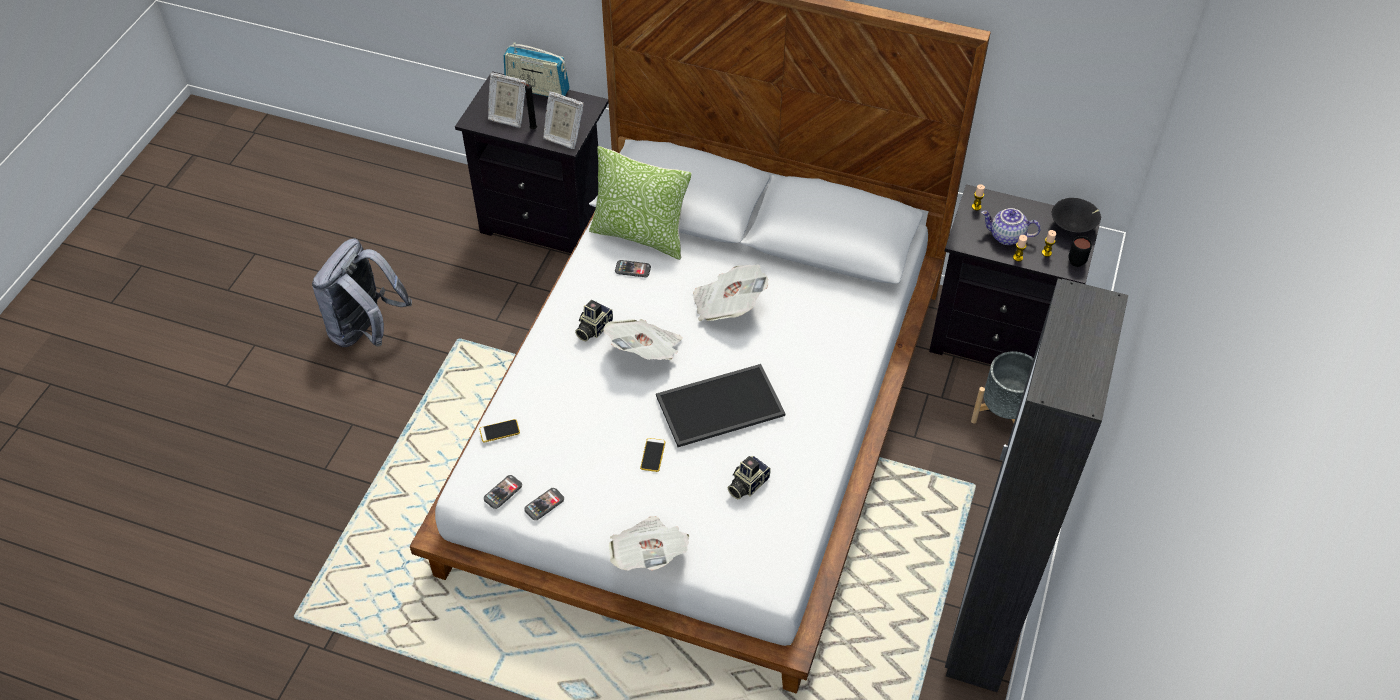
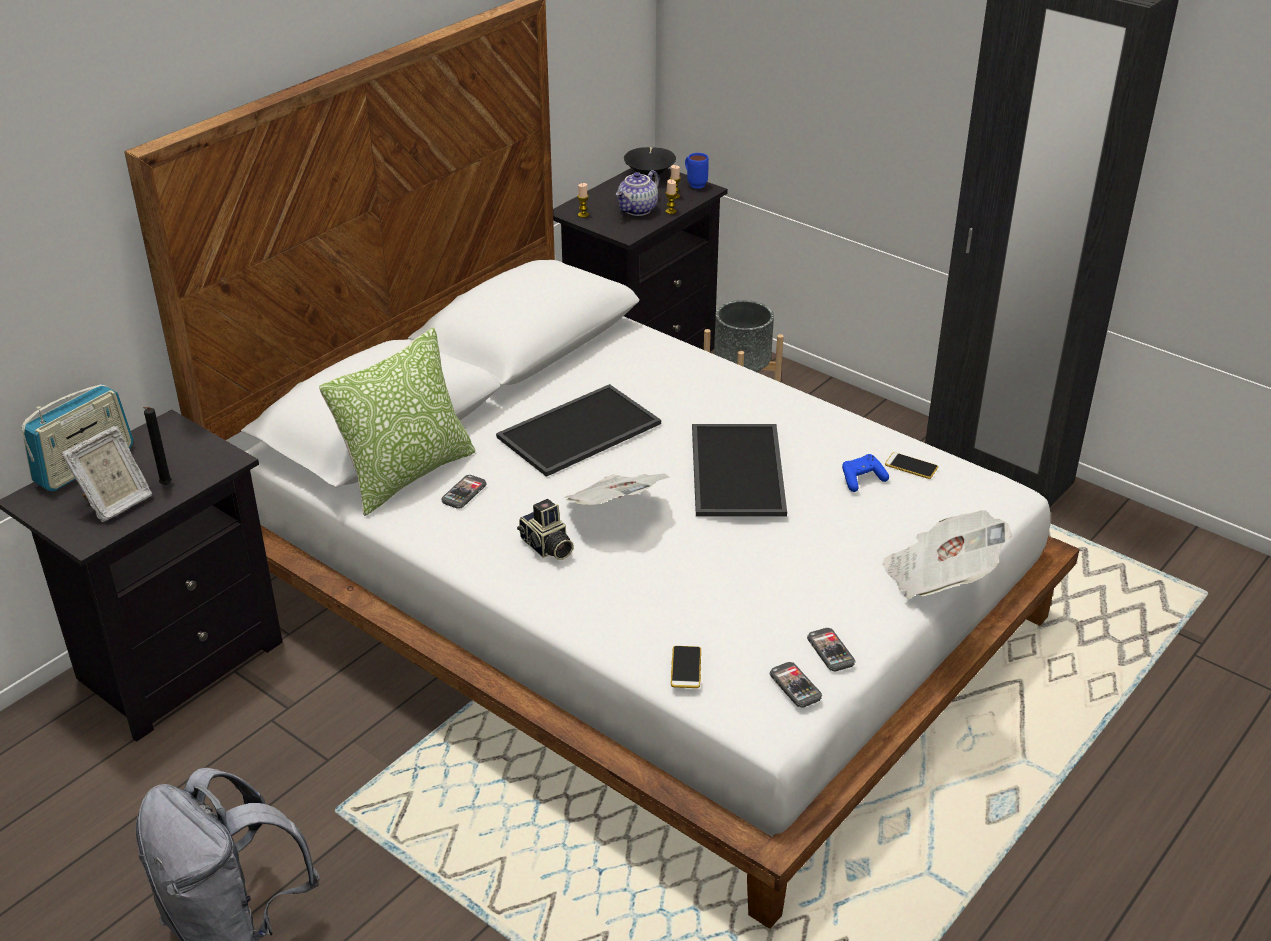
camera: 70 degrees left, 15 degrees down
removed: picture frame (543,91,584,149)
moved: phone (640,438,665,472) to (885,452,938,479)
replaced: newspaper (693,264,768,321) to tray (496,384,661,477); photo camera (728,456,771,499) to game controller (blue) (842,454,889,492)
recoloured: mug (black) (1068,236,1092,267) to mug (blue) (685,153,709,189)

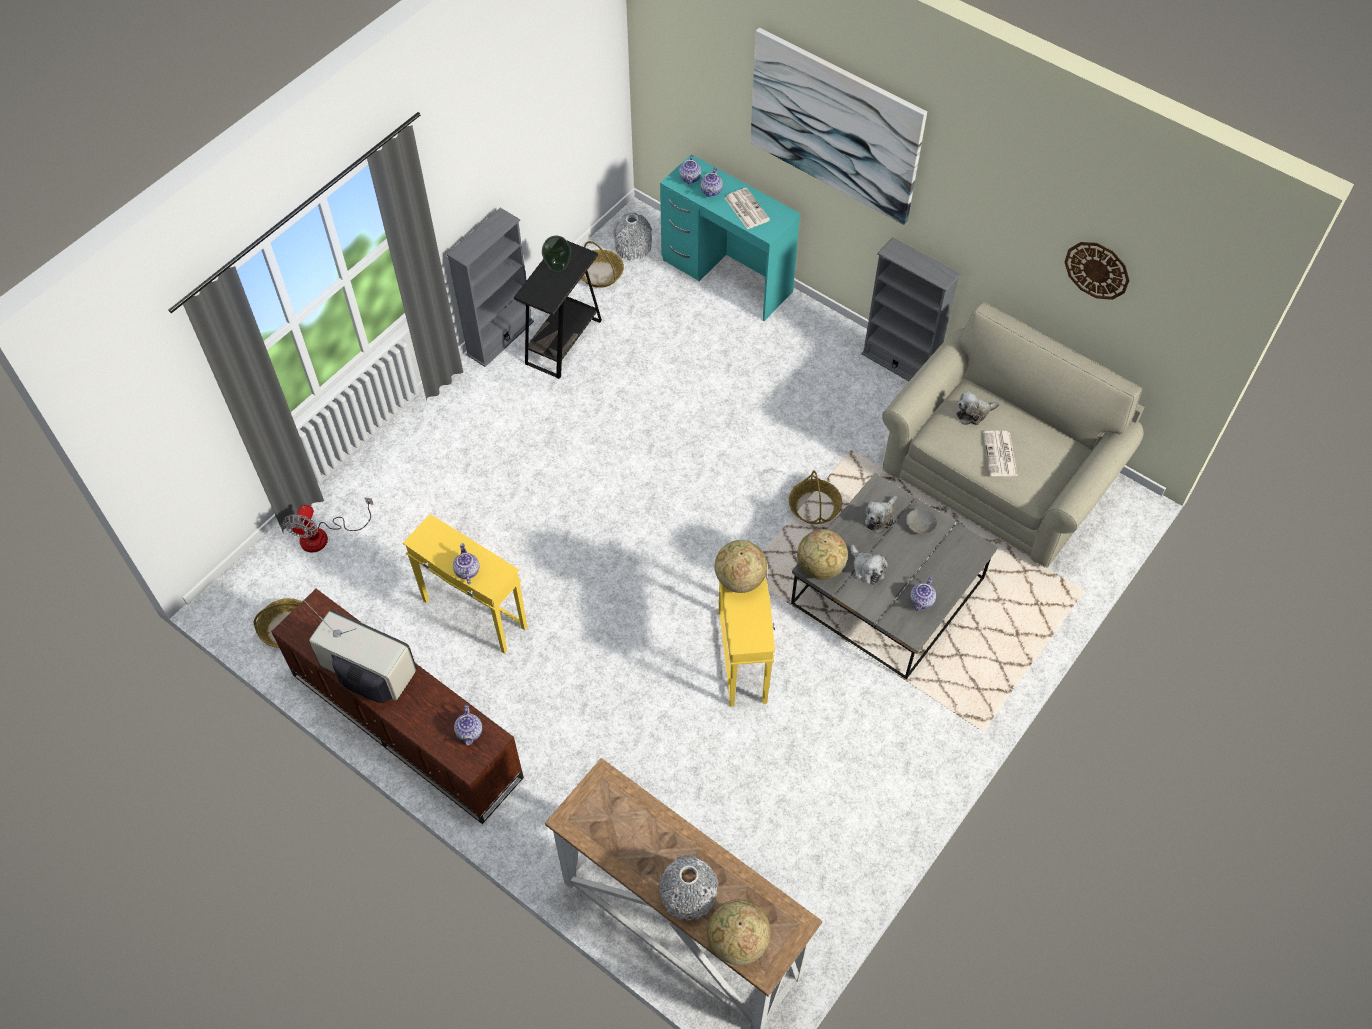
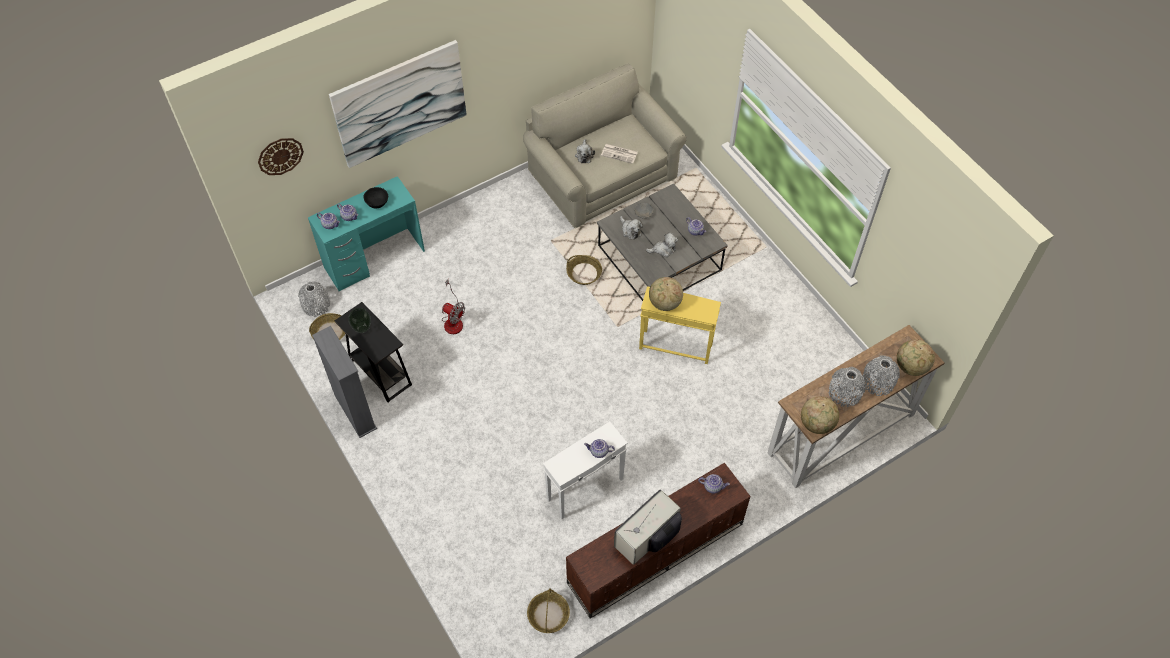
camera: 70 degrees left, 0 degrees up
removed: bookcase (grey) (861,237,961,381)
added: vase (grey) (829,367,866,407)
moved: wall clock (1065,242,1130,300) to (258,138,304,175); fan (283,498,374,552) to (442,279,465,334); globe (797,529,848,580) to (801,396,839,434)
replaced: newspaper (725,188,770,229) to bowl (black) (363,187,388,208)
recoloured: side table (yellow) (403,514,527,654) to side table (white) (543,421,627,519)

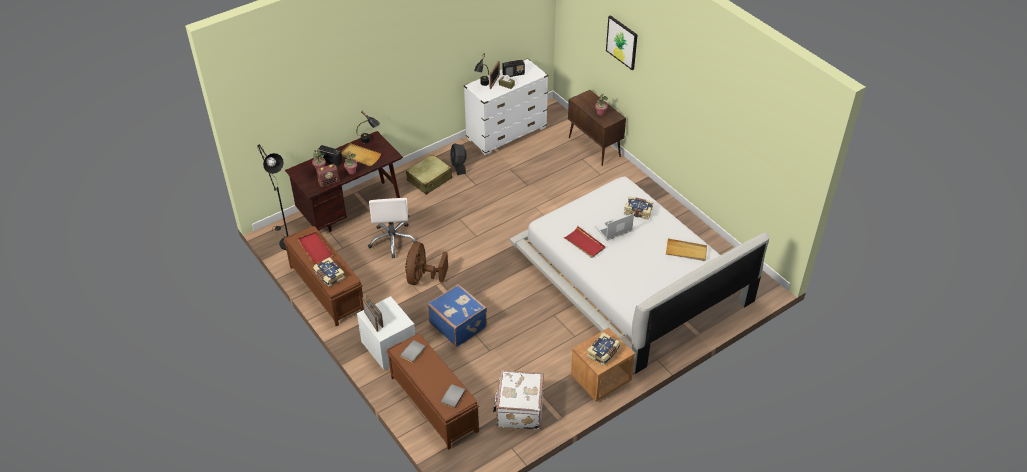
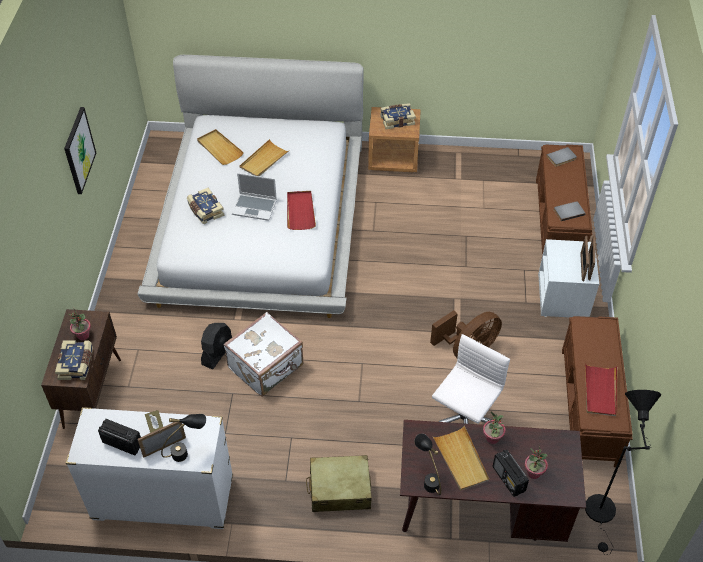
camera: 140 degrees left, 5 degrees up
removed: radio (316,164,339,187); suitcase (blue) (428,284,487,347)
added: tray (beige) (240,139,290,176)
moved: picture (606,15,637,70) to (64,107,96,194); fan (black) (450,143,467,175) to (201,323,232,369); book (313,257,345,287) to (55,340,93,380); suitcase (white) (493,370,544,430) to (223,312,304,397)

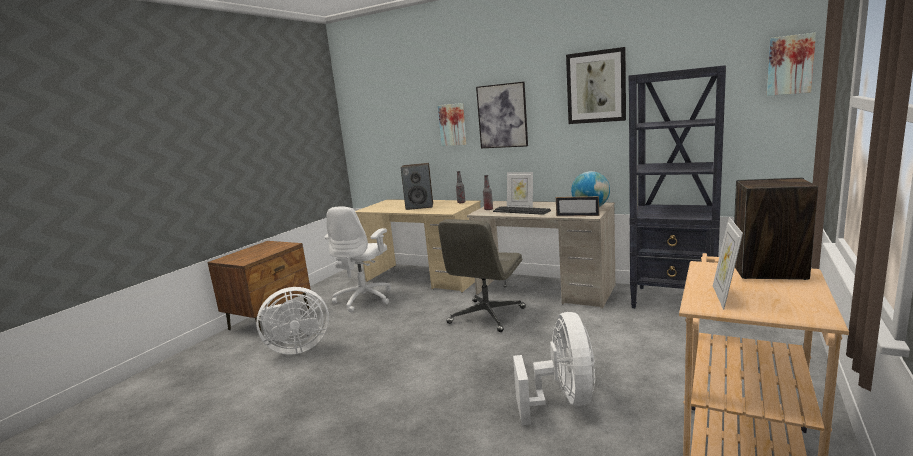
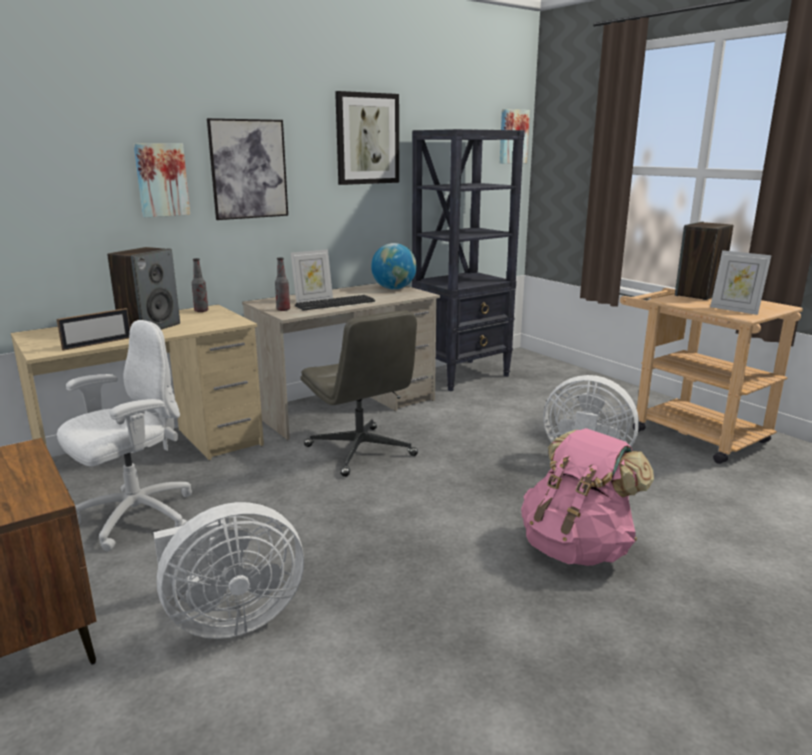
camera: 65 degrees left, 5 degrees up
added: backpack (pink) (521,428,654,566)
moved: picture frame (556,196,599,216) to (57,308,130,351)
turned: office chair (white) (324,206,391,312) = (57,320,192,551) 90 degrees counterclockwise; fan (white) (256,287,329,354) = (153,502,304,639) 60 degrees clockwise

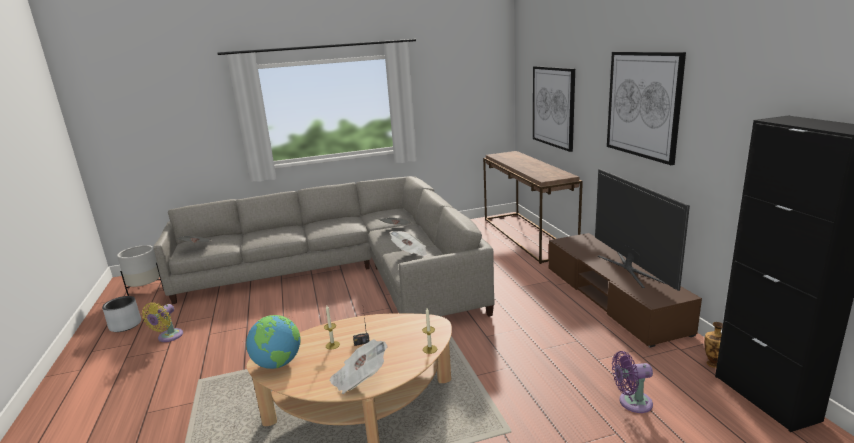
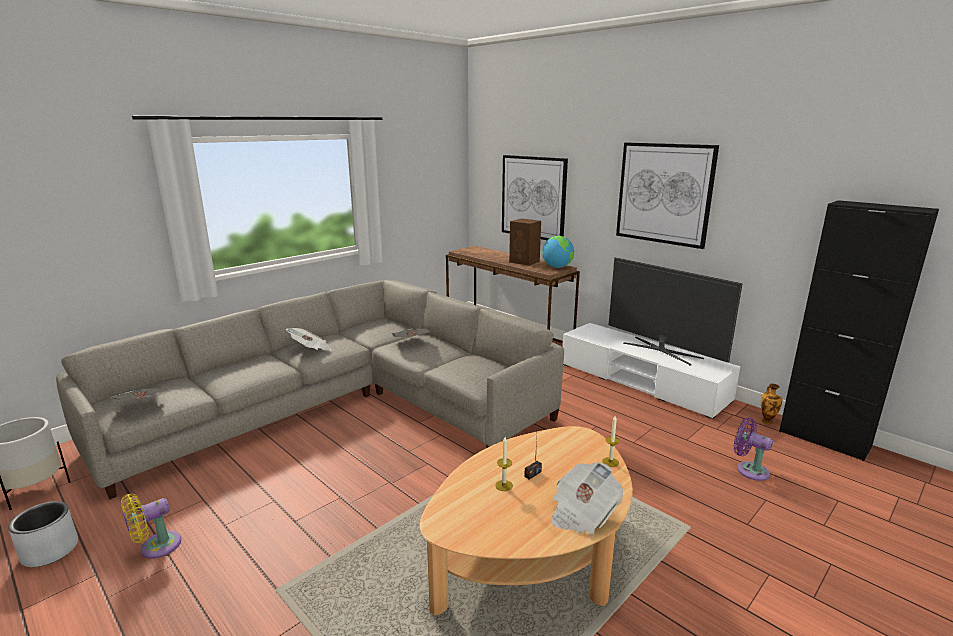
camera: 30 degrees left, 0 degrees up
added: speaker (brown) (509,218,541,266)
moved: newspaper (390,231,427,256) to (286,328,331,351); globe (246,315,301,369) to (542,236,574,268)
recoloured: tv stand (brown) (549,233,702,348) to tv stand (white) (562,323,741,419)
turned: fan (yellow) (142,302,183,342) = (121,493,181,559) 60 degrees clockwise; fan (purple) (612,351,653,413) = (734,418,773,481) 75 degrees clockwise

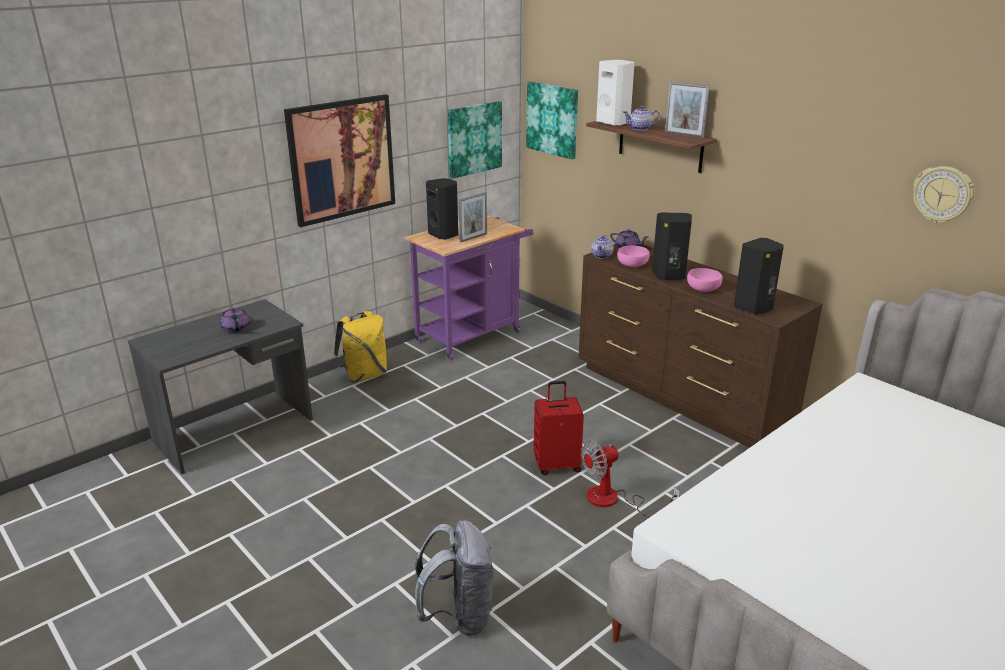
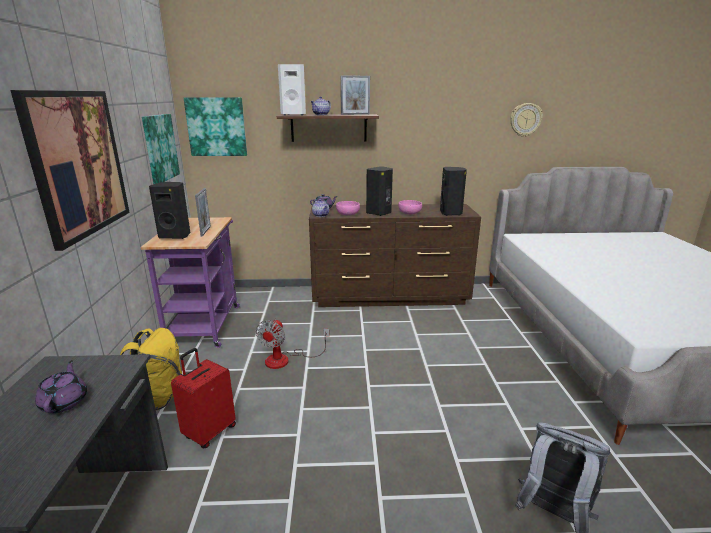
camera: 50 degrees left, 5 degrees down
moved: suitcase (red) (534,381,584,475) to (171,348,236,448); fan (581,440,680,518) to (256,319,329,369)
turned: teapot (purple) (220,307,250,333) = (35,360,87,413) 120 degrees counterclockwise

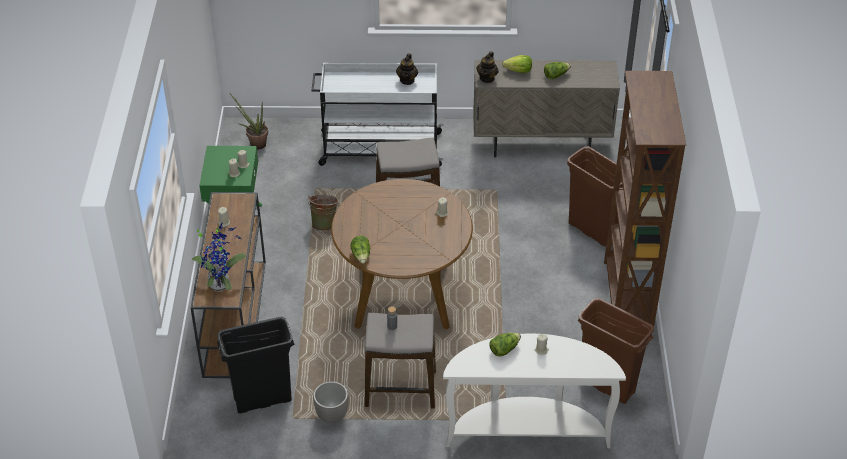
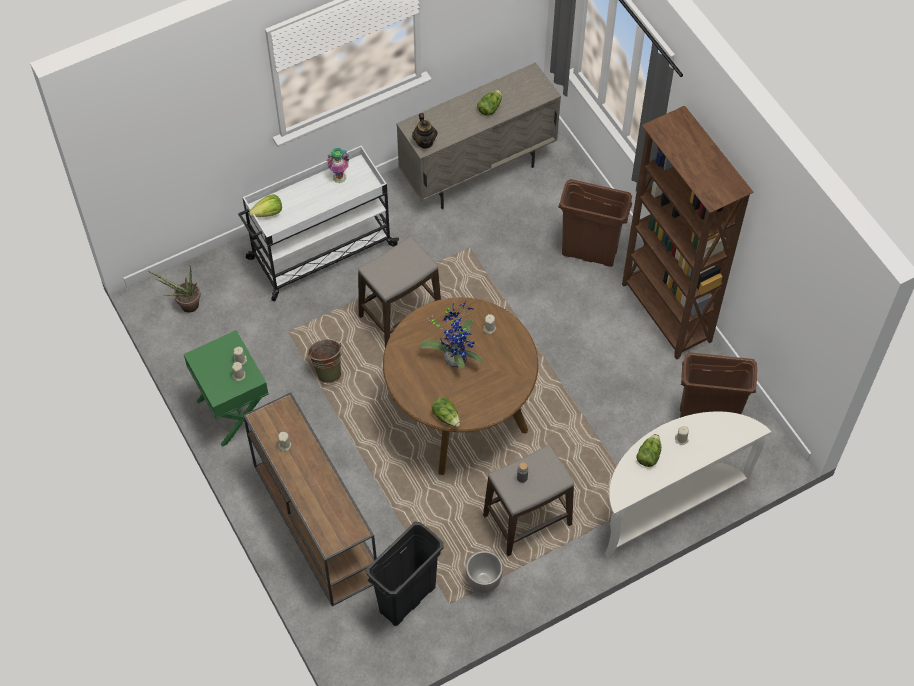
camera: 30 degrees left, 15 degrees up
moved: lettuce (502,55,532,73) to (249,195,282,217); potted plant (192,223,246,292) to (419,301,483,368)
replaced: teapot (396,53,418,85) to vase (327,148,349,183)

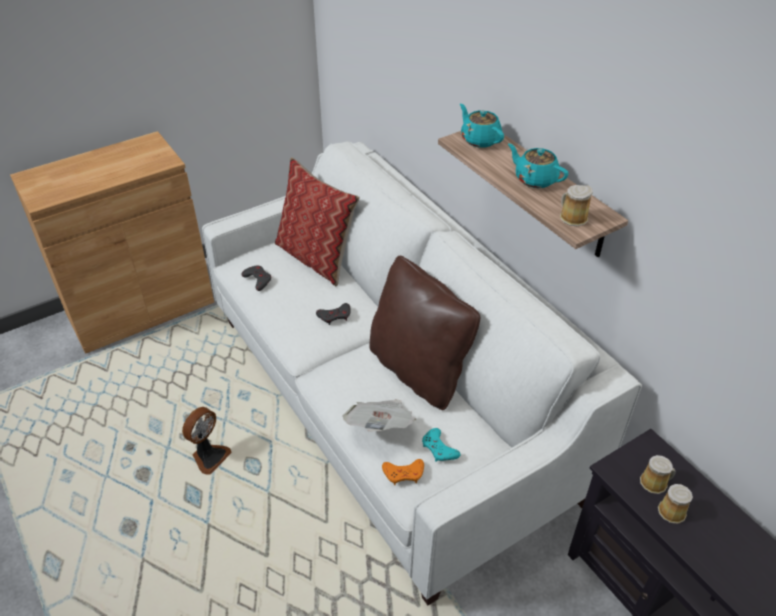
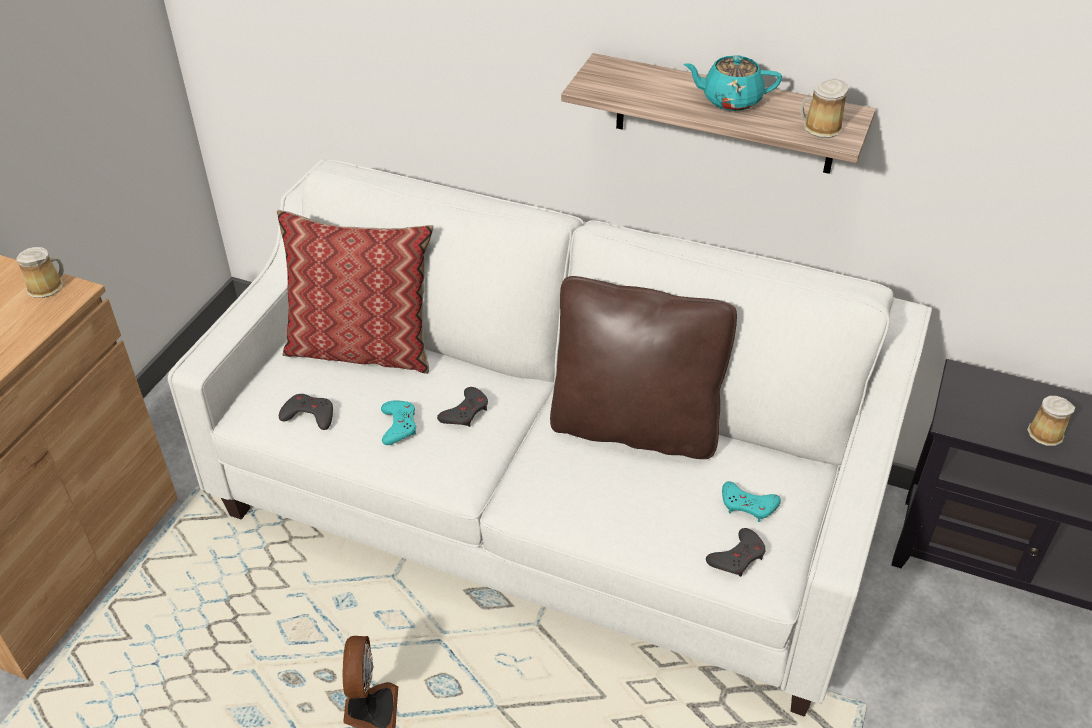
camera: 35 degrees left, 0 degrees up
removed: teapot (turquoise) (460,104,504,148); newspaper (342,399,416,431)
added: game controller (turquoise) (381,400,416,445)
moved: mug (640,455,676,494) to (17,247,64,298)
recoloured: game controller (orange) (382,459,424,485) to game controller (grey) (706,528,766,577)

